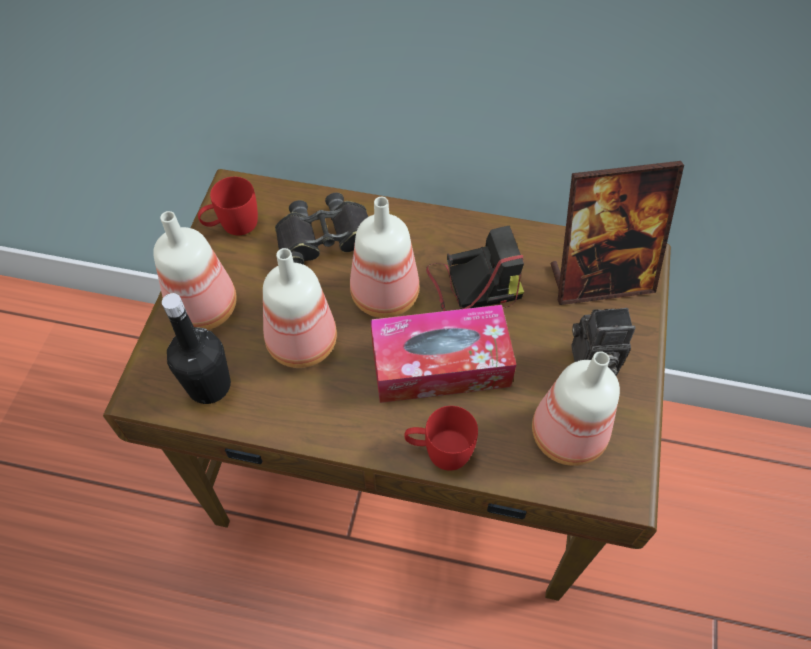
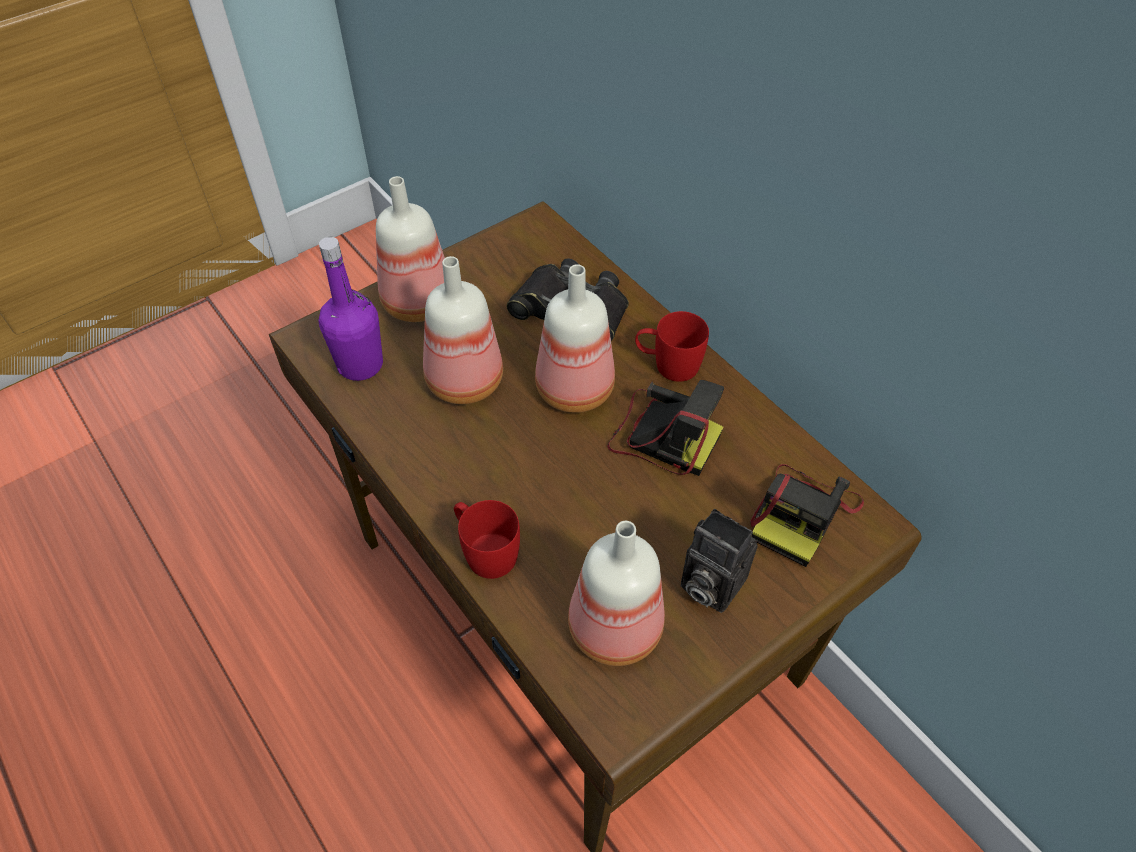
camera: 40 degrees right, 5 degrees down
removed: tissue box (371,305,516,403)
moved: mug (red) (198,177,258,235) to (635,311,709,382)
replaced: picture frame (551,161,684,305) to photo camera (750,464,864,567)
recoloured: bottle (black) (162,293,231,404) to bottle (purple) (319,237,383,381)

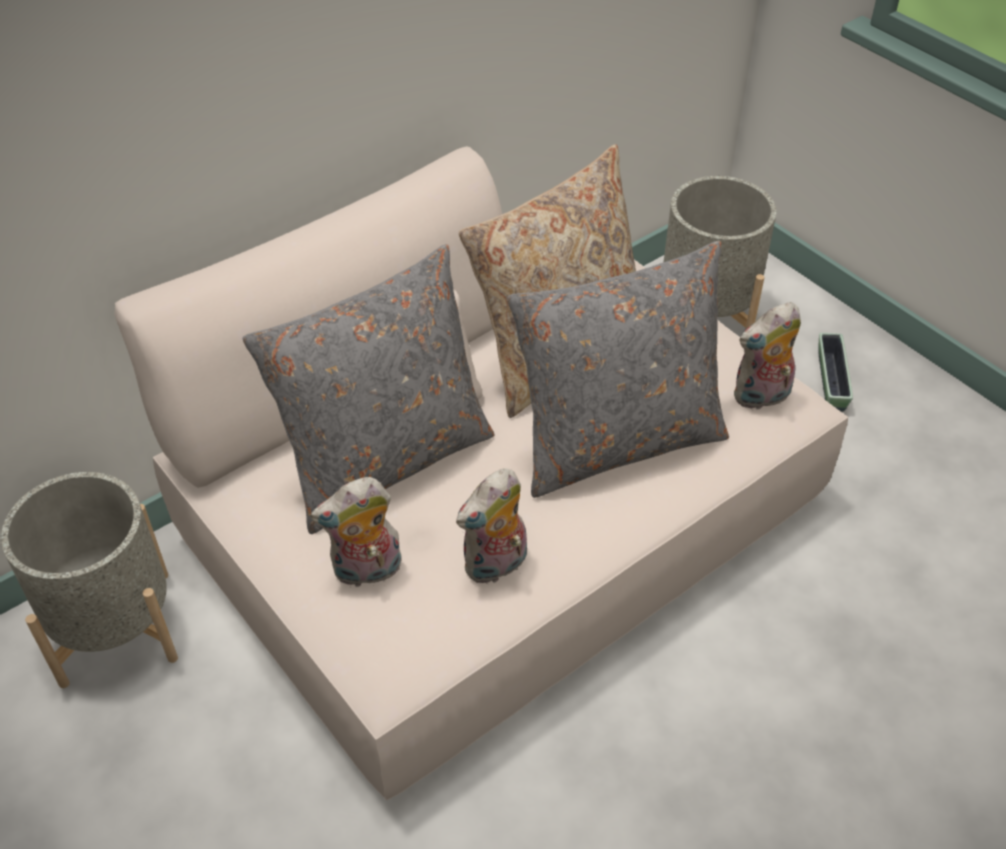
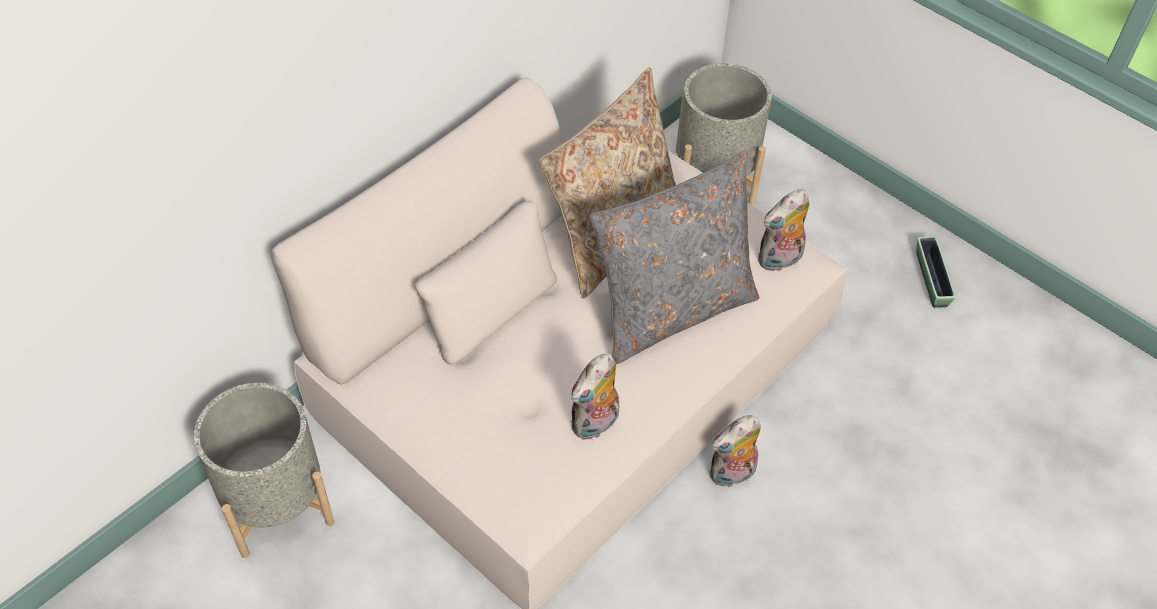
camera: 10 degrees left, 5 degrees up
removed: pillow (grey) (243,244,495,534)
moved: planter (818,333,853,412) to (916,236,956,308); plush toy (311,477,402,587) to (710,415,761,487)

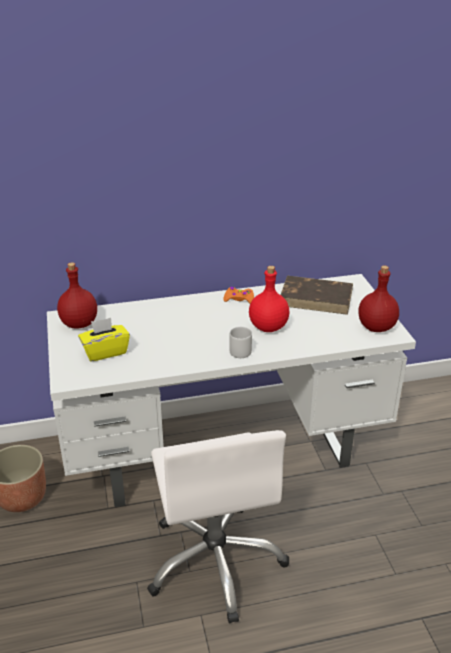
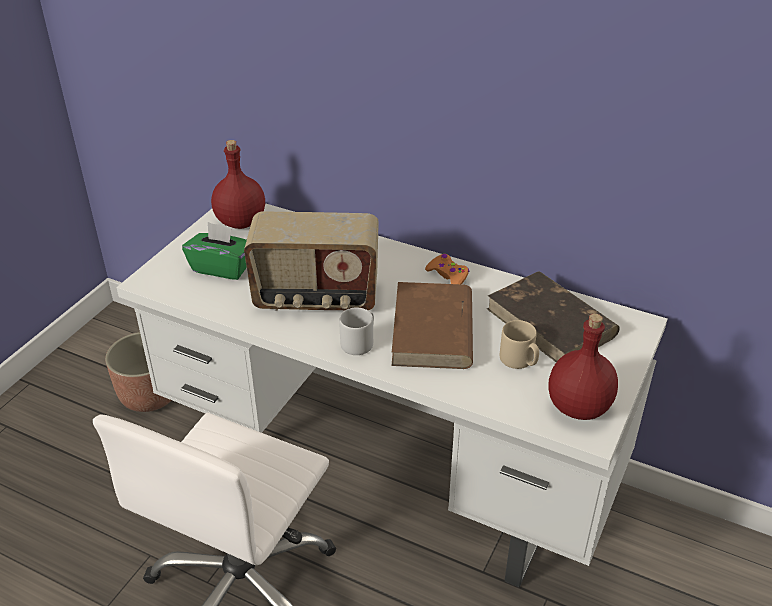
camera: 40 degrees right, 5 degrees up
added: radio (244,211,379,311); mug (beige) (500,320,539,369)
replaced: bottle (red) (249,266,289,332) to book (brown) (391,282,473,369)
recoloured: tissue box (yellow) (78,318,130,362) to tissue box (green) (182,222,247,280)

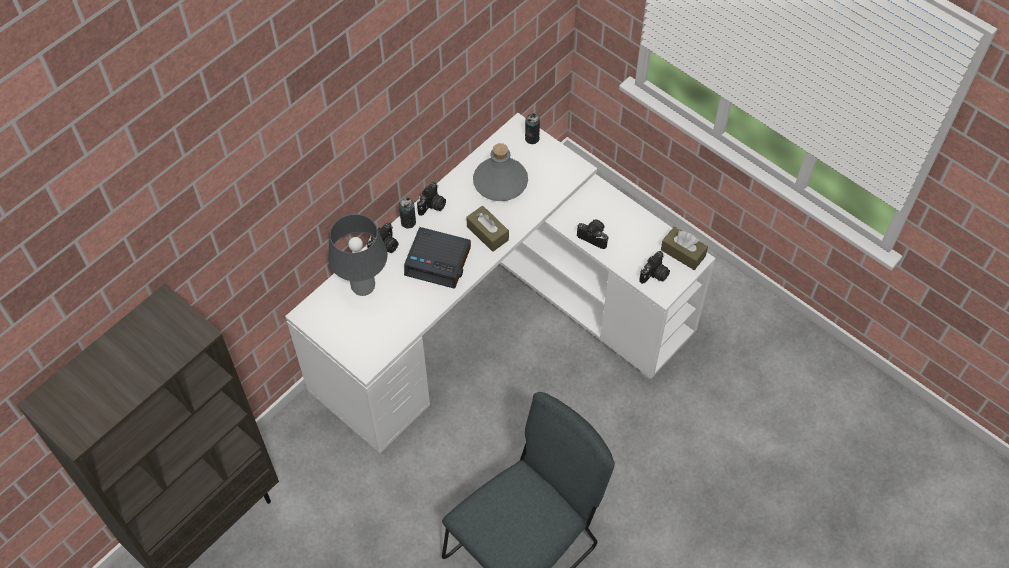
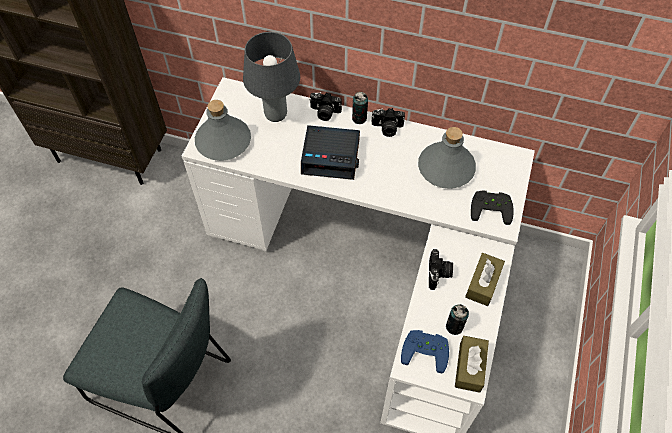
camera: 65 degrees right, 0 degrees up
added: bottle (grey) (195,100,251,161); game controller (black) (471,191,514,225)
moved: can (525,113,540,144) to (446,304,469,335); tissue box (brown) (466,206,509,252) to (465,253,505,306)
replaced: photo camera (639,251,670,284) to game controller (blue) (401,330,449,373)
turned: alarm clock (404,227,471,289) = (301,125,360,180) 75 degrees counterclockwise

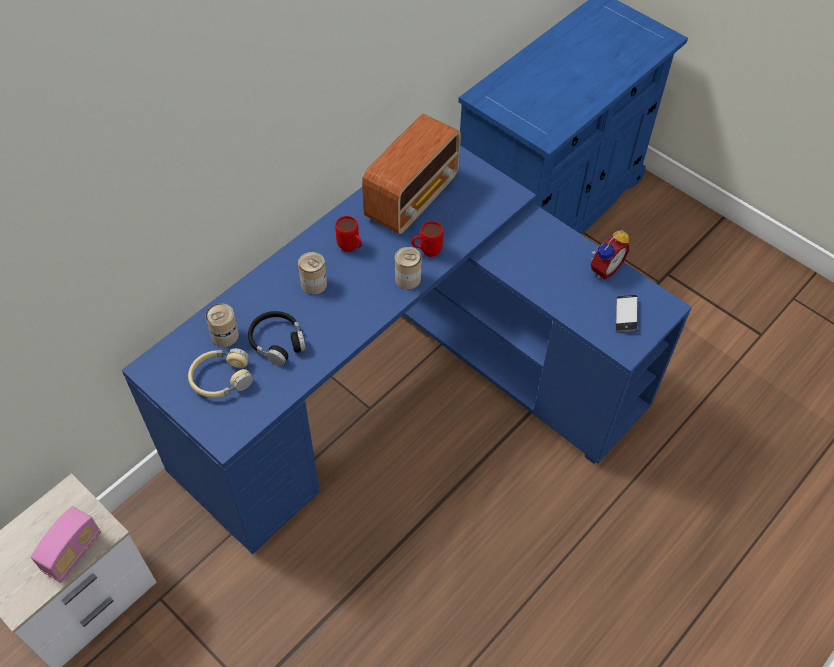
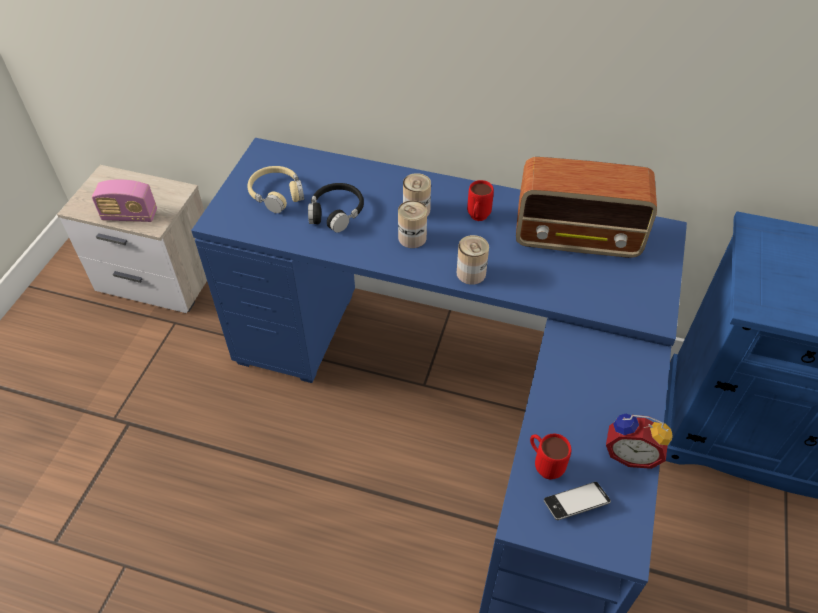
camera: 65 degrees right, 5 degrees down
moved: mug (red) (412,221,443,257) to (530,434,571,480); can (206,303,239,347) to (398,200,427,248)

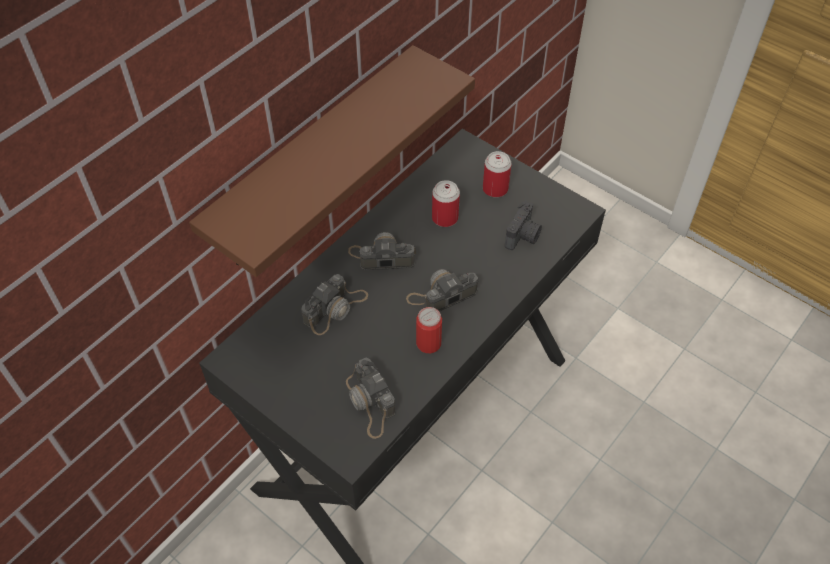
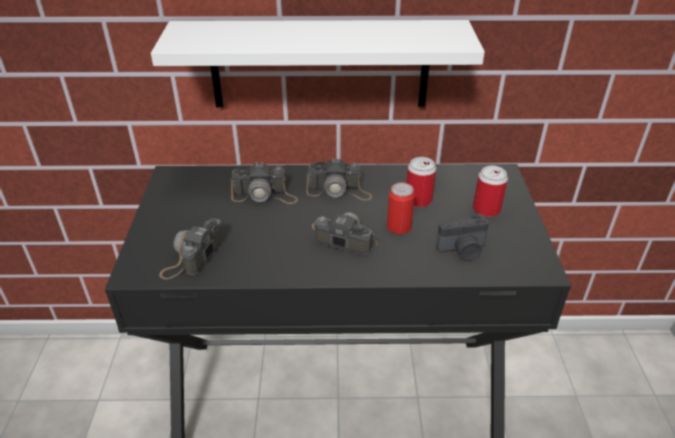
camera: 50 degrees right, 15 degrees down
moved: can (416,307,442,353) to (387,183,415,234)
recoloured: shelf (brown) (189,45,475,277) to shelf (white) (151,20,485,107)
turned: photo camera (348,232,416,270) = (306,158,372,201) 135 degrees clockwise

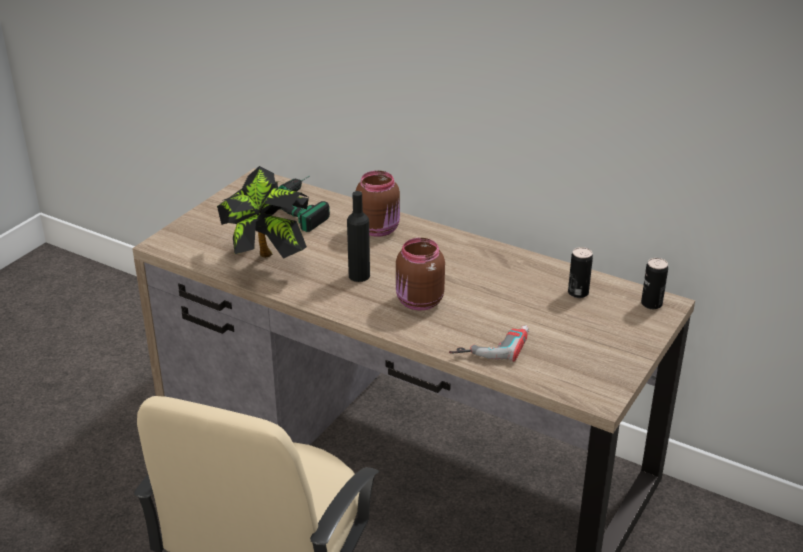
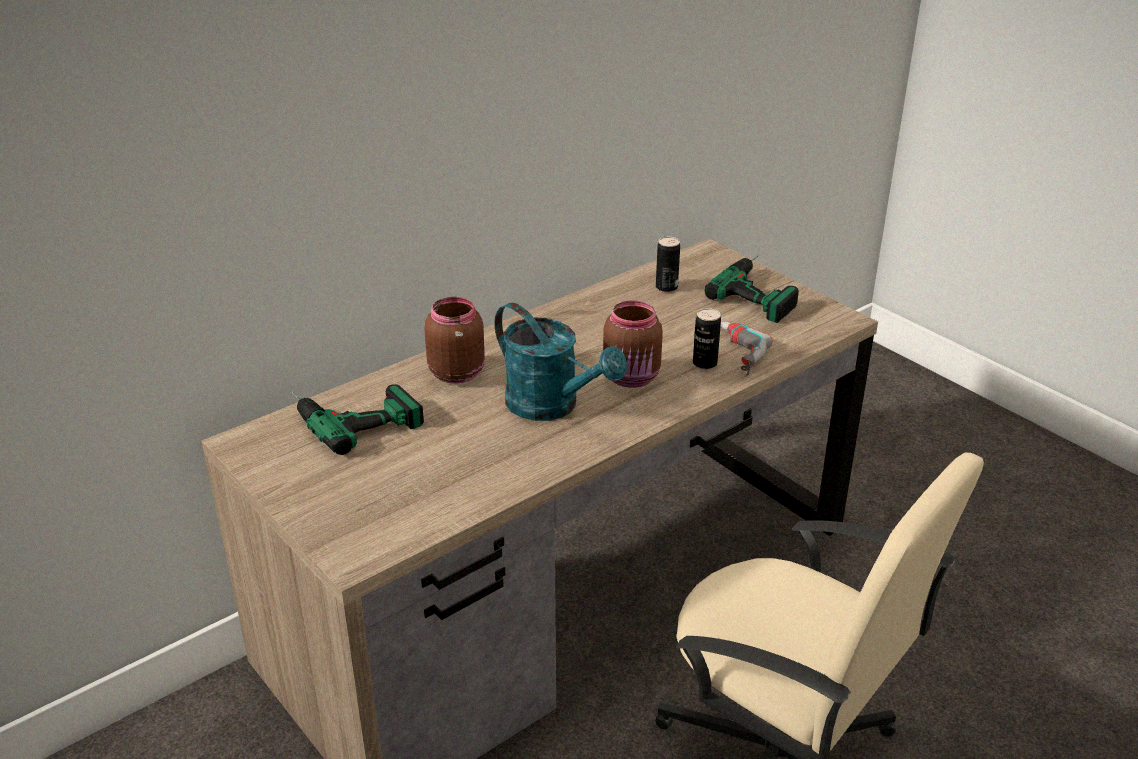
camera: 70 degrees left, 0 degrees up
removed: potted plant (217,166,310,259)
added: power drill (705,255,799,323)
moved: can (641,258,668,309) to (693,308,721,369)
replaced: bottle (black) (347,191,370,282) to watering can (turquoise) (495,302,627,421)

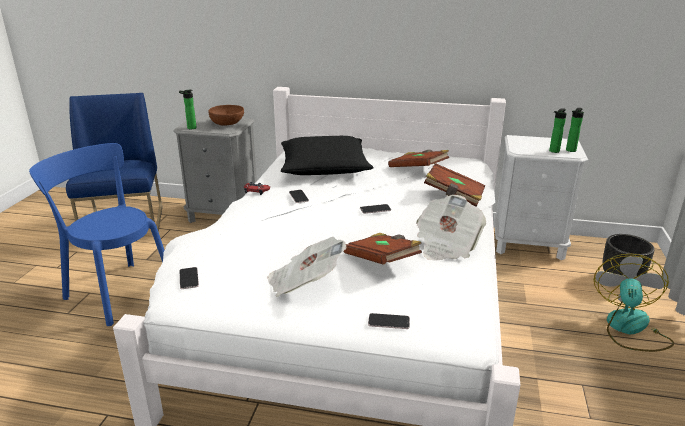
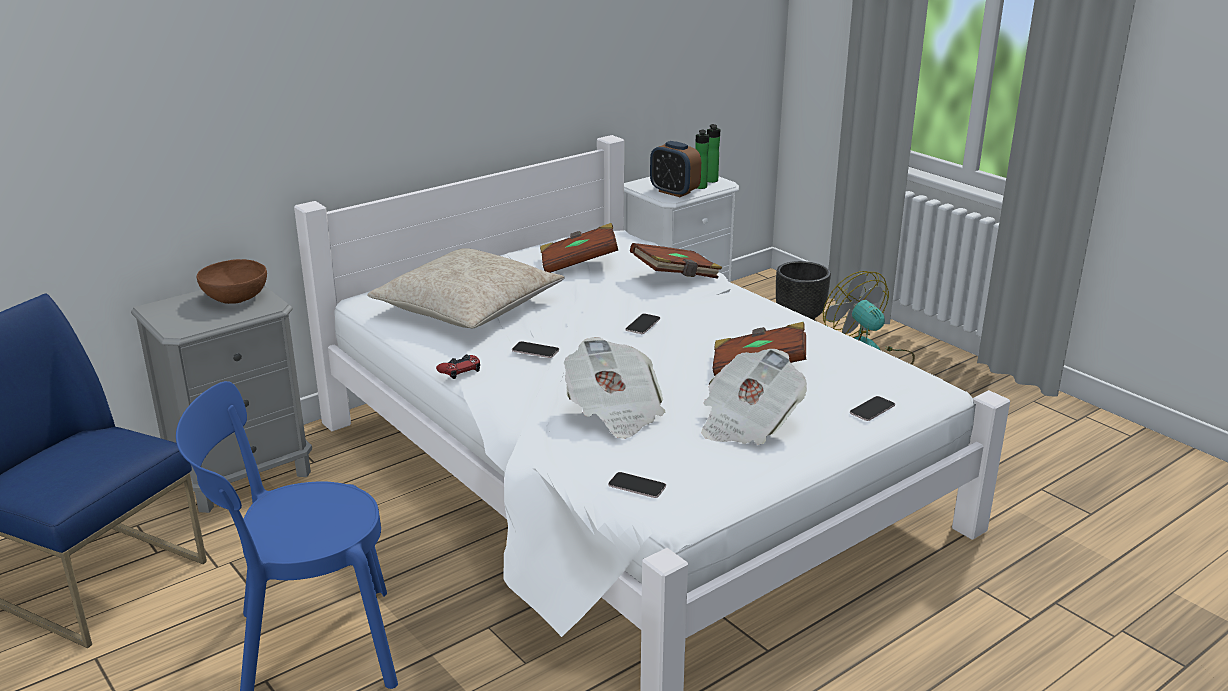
camera: 50 degrees left, 0 degrees up
removed: bottle (179,90,197,129)
added: alarm clock (650,141,701,197)
moved: newspaper (416,195,486,261) to (564,337,665,439)
recoloured: pillow (black) (281,136,374,175) to pillow (beige) (367,248,564,328)

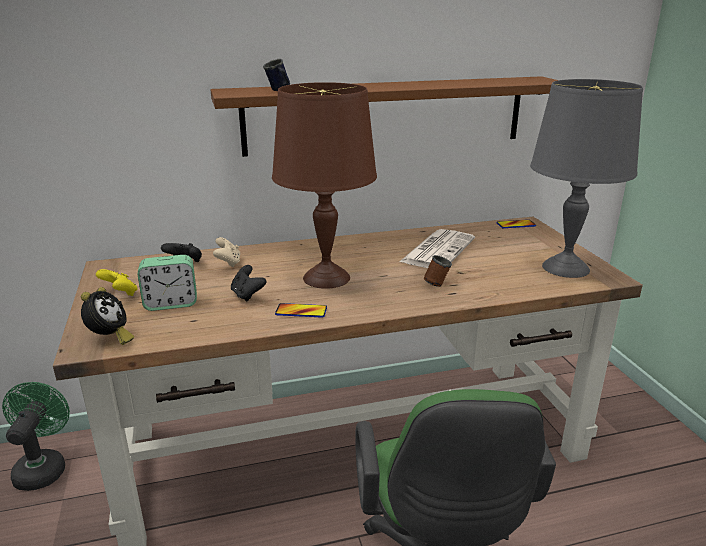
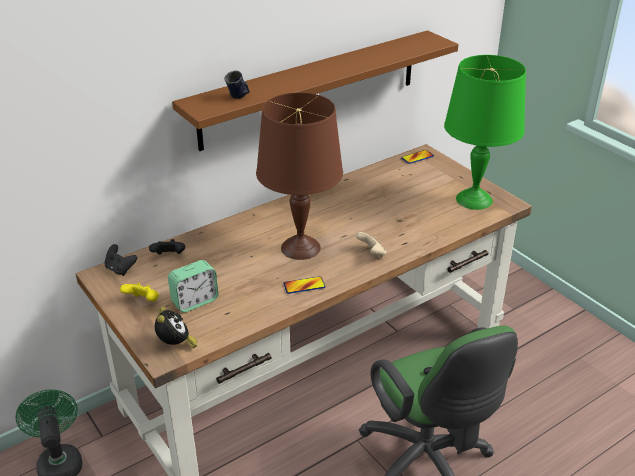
camera: 20 degrees left, 10 degrees up
removed: newspaper (400,229,475,268); mug (brown) (424,255,452,287)
moved: game controller (beige) (213,237,241,267) to (356,232,386,258); game controller (black) (231,265,266,302) to (104,244,137,276)
recoloured: table lamp (grey) (530,79,643,278) to table lamp (green) (444,55,526,210)

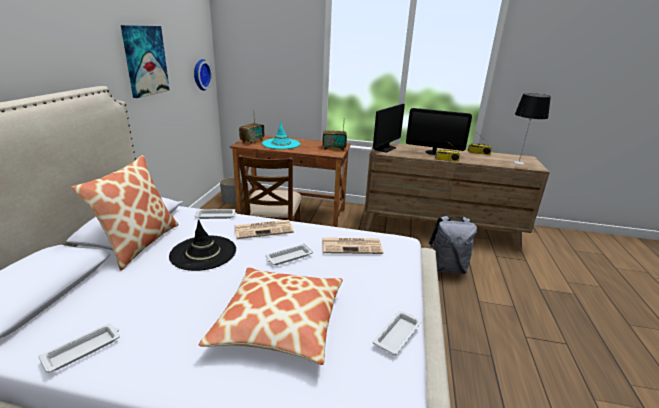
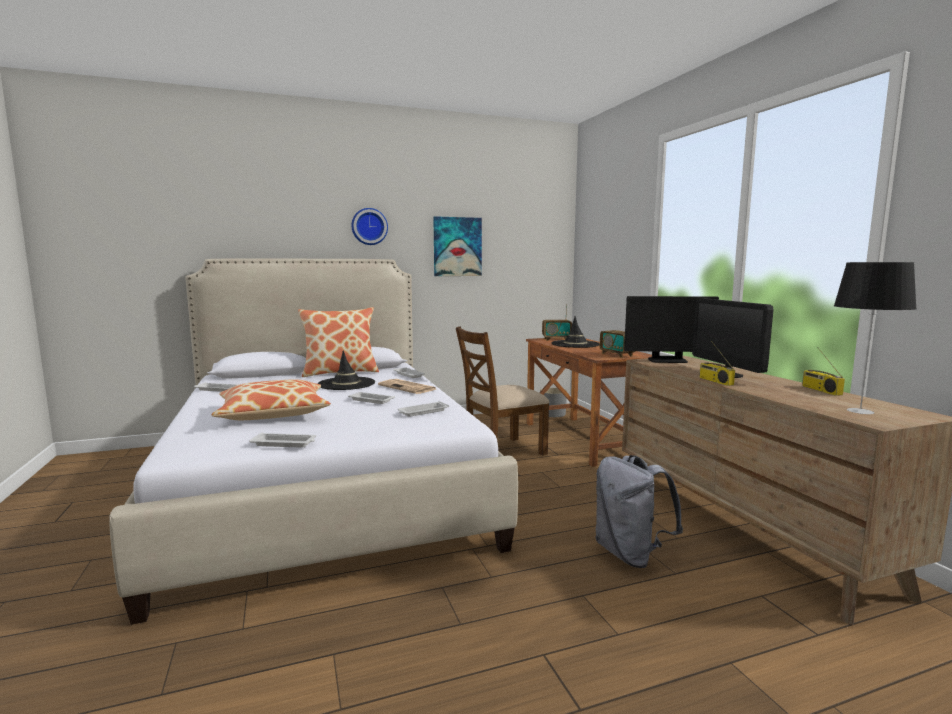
camera: 60 degrees right, 15 degrees down
moved: wall clock (194,59,212,91) to (351,208,388,245)
replaced: newspaper (322,238,383,254) to tray (white) (398,401,449,417)
recoloured: hat (turquoise) (262,122,300,149) to hat (black) (552,316,600,348)

